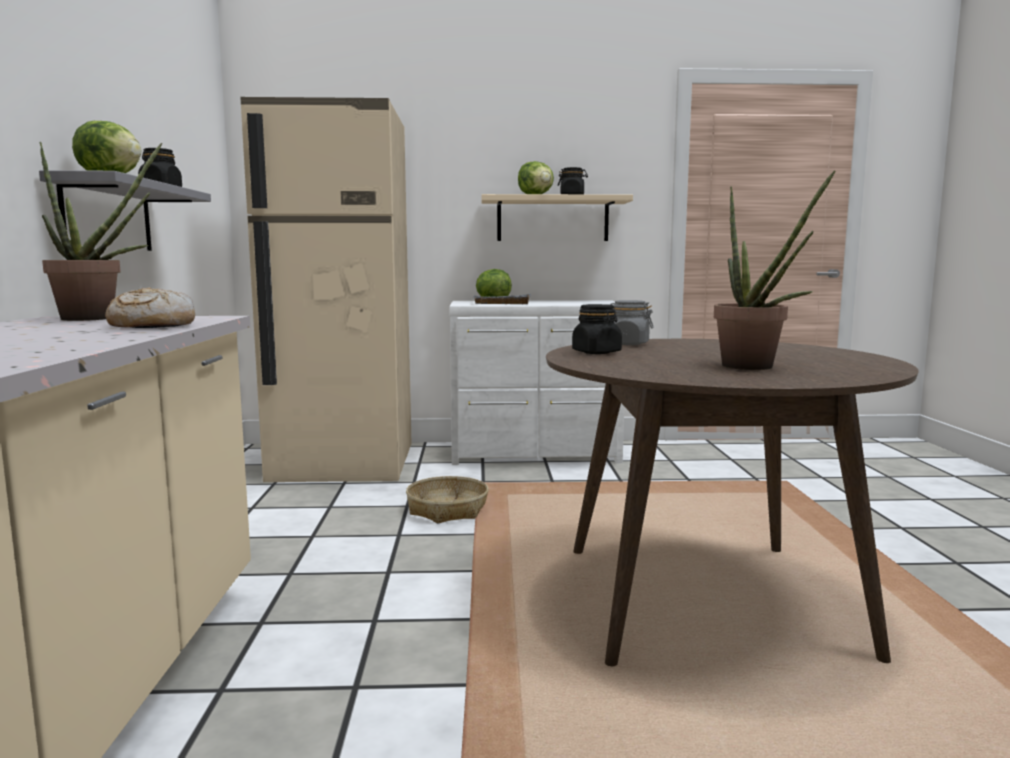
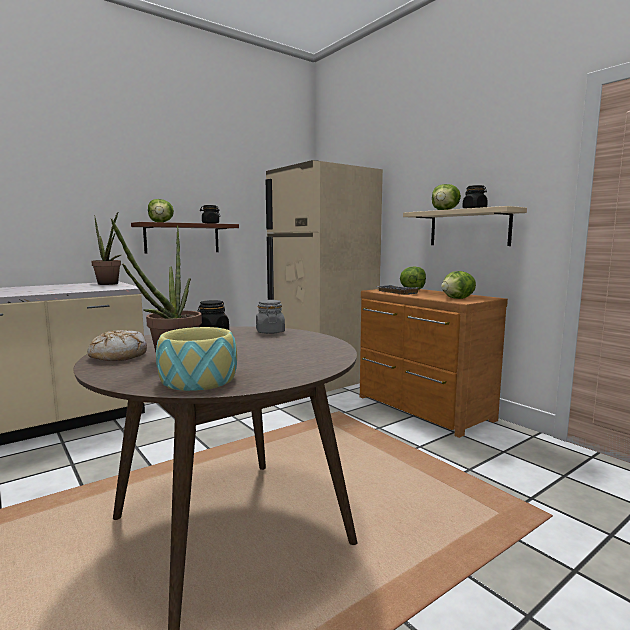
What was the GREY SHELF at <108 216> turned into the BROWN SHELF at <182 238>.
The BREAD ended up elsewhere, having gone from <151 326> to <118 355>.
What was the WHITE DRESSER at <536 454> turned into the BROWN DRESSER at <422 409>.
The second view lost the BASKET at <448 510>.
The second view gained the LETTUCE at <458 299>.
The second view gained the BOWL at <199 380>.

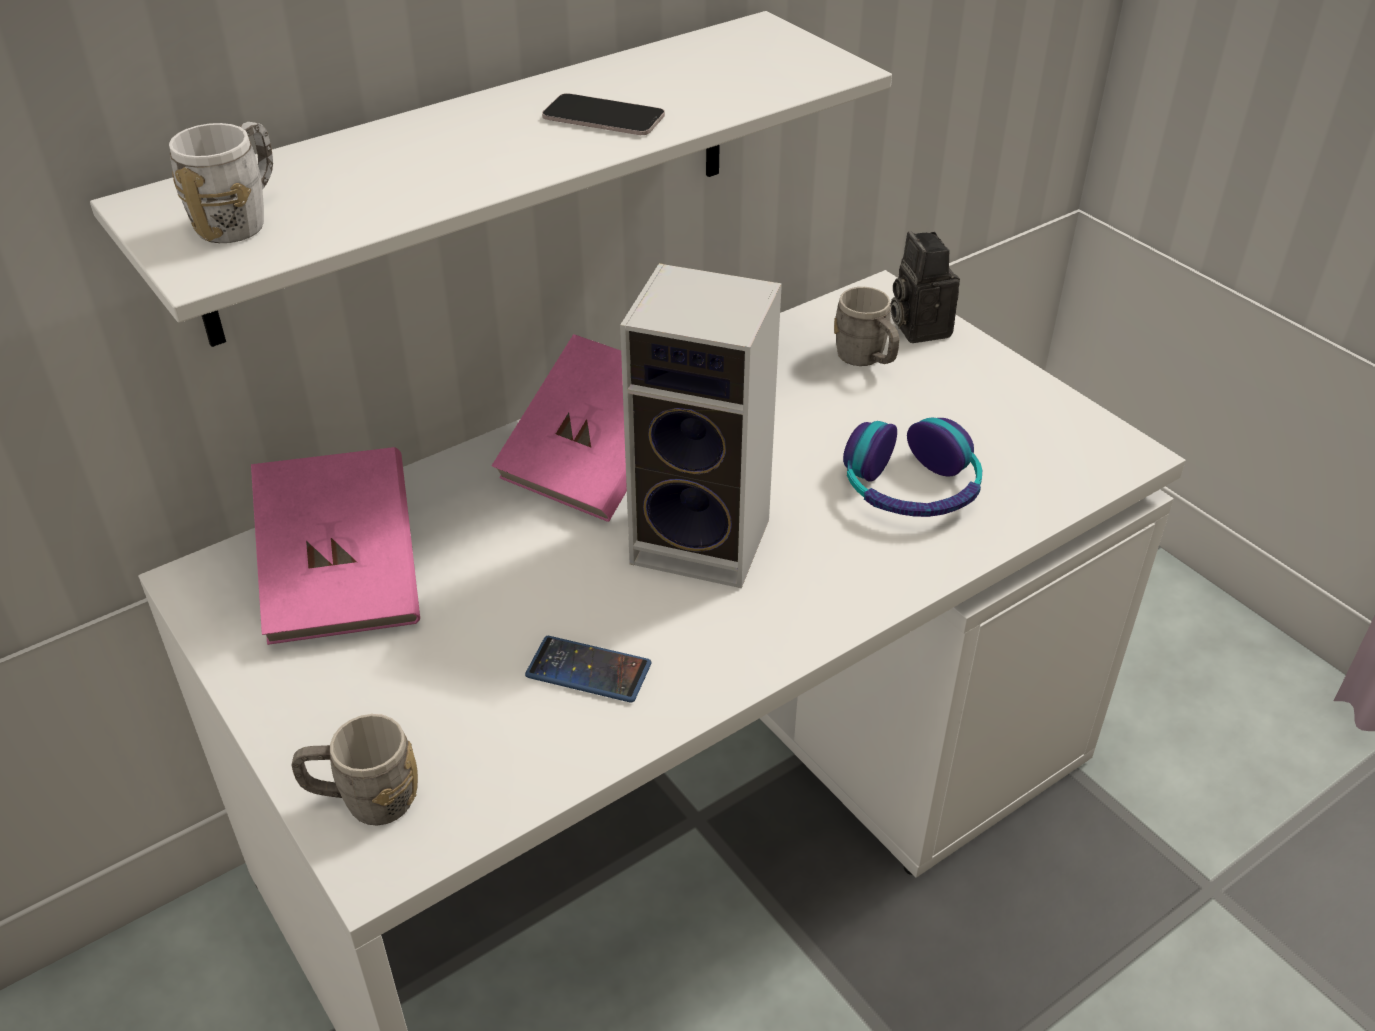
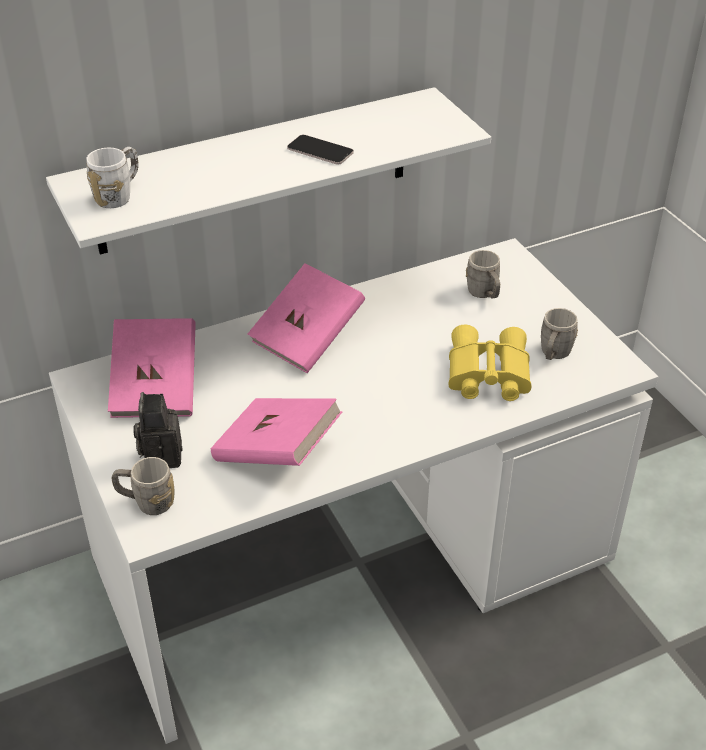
The PHOTO CAMERA ended up elsewhere, having gone from <917 327> to <161 455>.
The second view lost the SPEAKER at <707 540>.
Where the HEADPHONES stood at <911 488>, the YELLOW BINOCULARS came to stand at <486 374>.
Where the PHONE stood at <588 670>, the PINK BOOK came to stand at <277 452>.
The second view gained the GREY MUG at <553 354>.

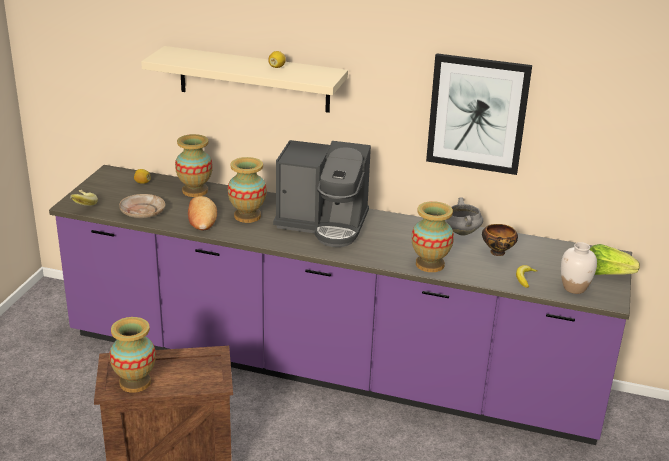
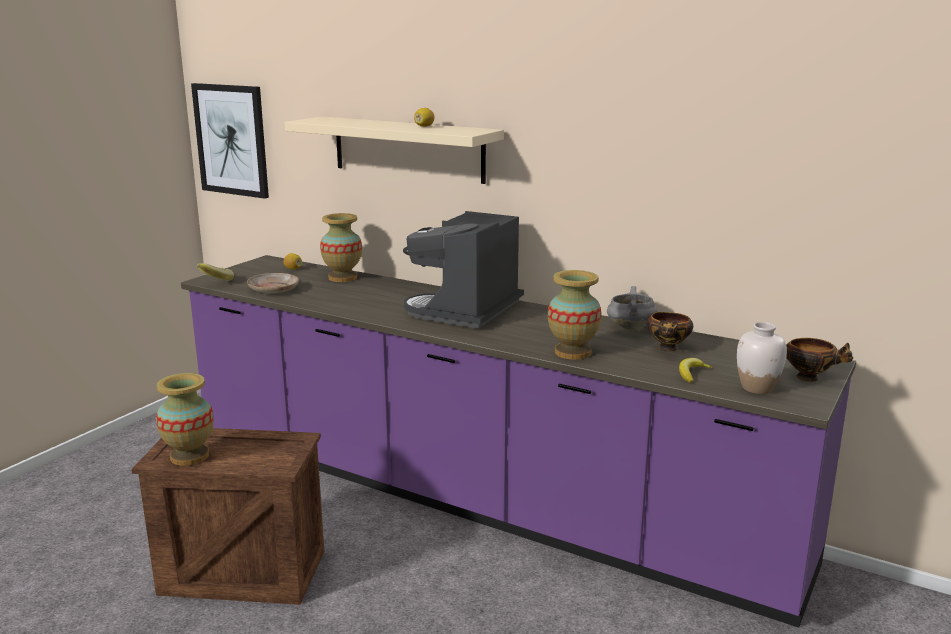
The PICTURE ended up elsewhere, having gone from <477 114> to <231 140>.
The COFFEE MACHINE at <323 224> ended up facing another way, 90 degrees clockwise from before.
The second view lost the VASE at <247 216>.
The second view lost the BREAD at <201 217>.
Where the LETTUCE stood at <606 273>, the BOWL came to stand at <810 378>.

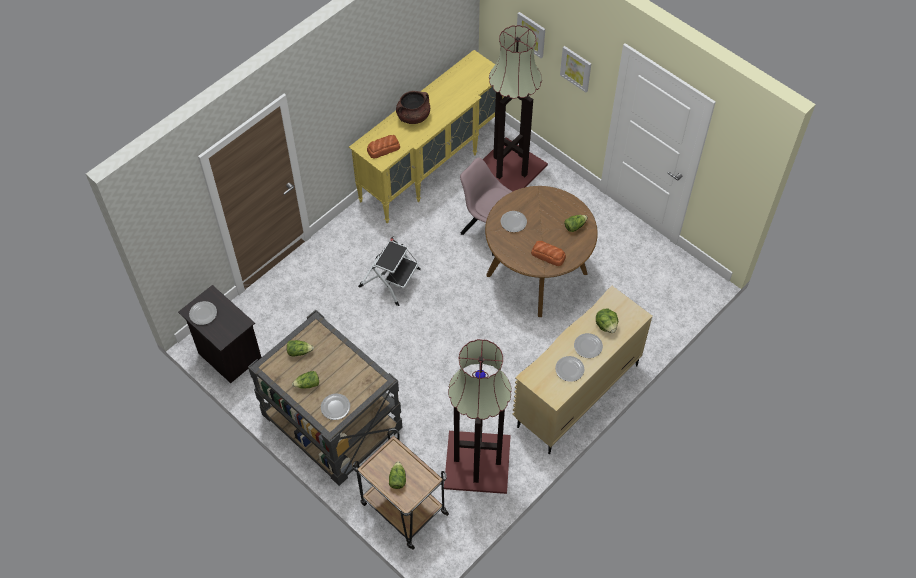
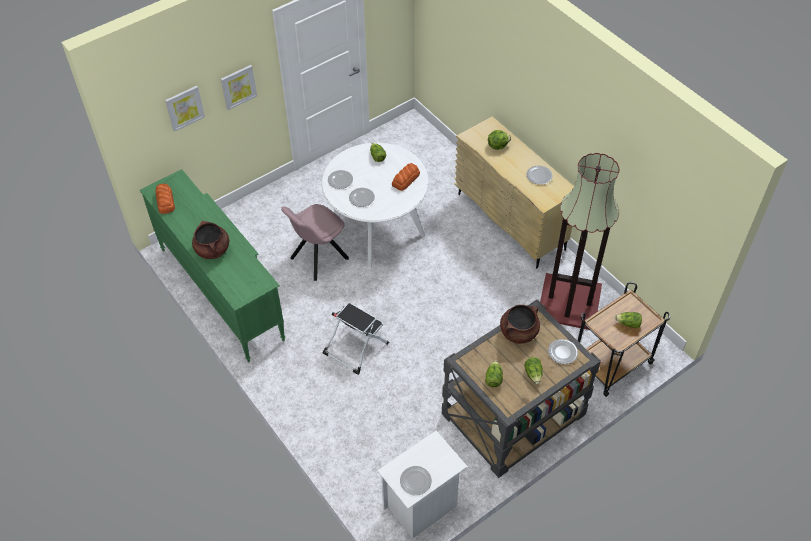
The second view lost the FLOOR LAMP at <511 167>.
What was the YELLOW CABINET at <432 166> turned into the GREEN CABINET at <222 293>.
The BREAD ended up elsewhere, having gone from <383 149> to <165 201>.
What was the BROWN DINING TABLE at <537 274> turned into the WHITE DINING TABLE at <377 230>.
What was the BLACK NIGHTSTAND at <228 356> turned into the WHITE NIGHTSTAND at <421 507>.
The PLATE ended up elsewhere, having gone from <587 346> to <340 180>.
The second view gained the BROWN COOKING POT at <518 332>.

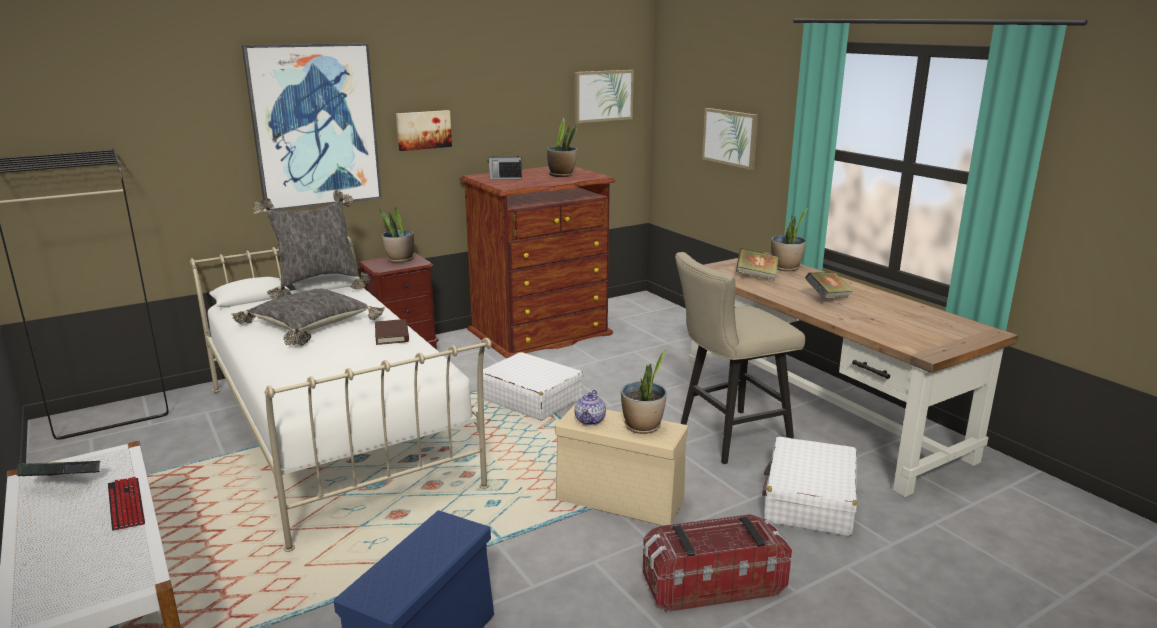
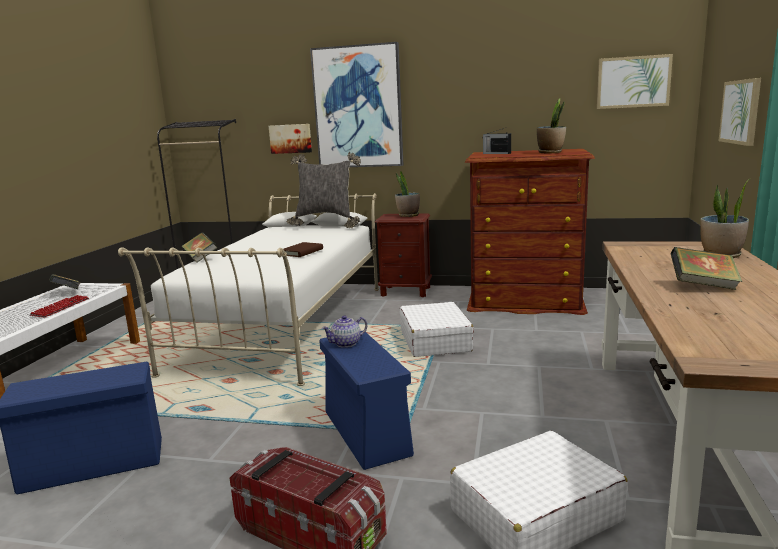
The PICTURE ended up elsewhere, having gone from <423 130> to <290 138>.
The BOOK ended up elsewhere, having gone from <756 276> to <200 258>.
The second view lost the BEIGE STOOL at <727 438>.
The second view lost the PILLOW at <310 323>.
The second view lost the POTTED PLANT at <643 426>.
What was the BEIGE STORAGE BOX at <621 500> turned into the BLUE STORAGE BOX at <367 433>.

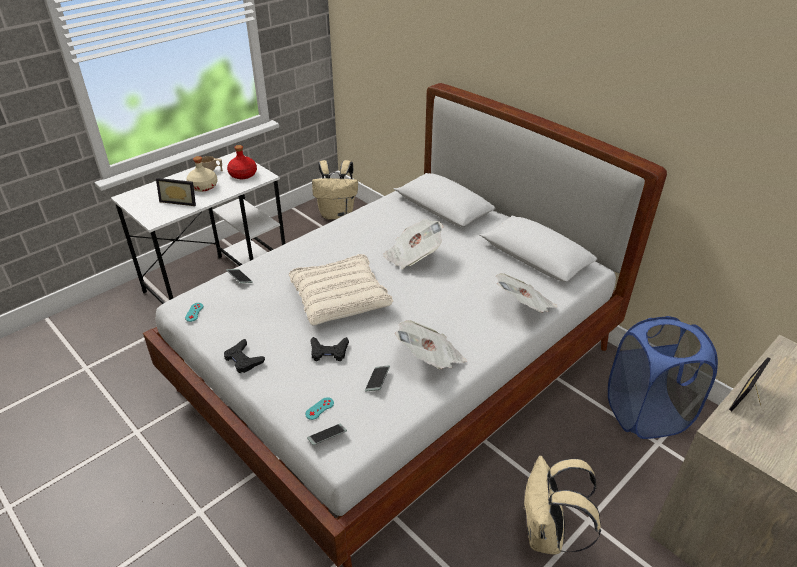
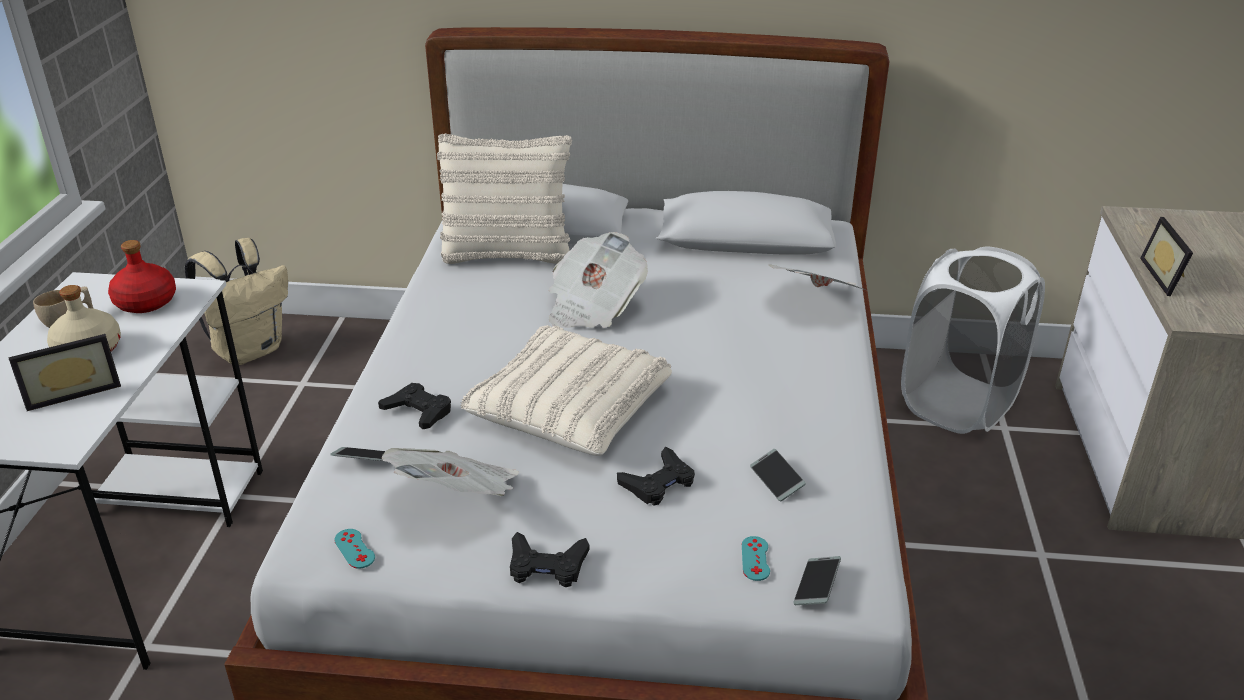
What was the BLUE LAUNDRY BASKET at <645 414> turned into the WHITE LAUNDRY BASKET at <958 404>.
The NEWSPAPER ended up elsewhere, having gone from <430 359> to <458 497>.
The second view lost the BEIGE BACKPACK at <547 535>.
The second view gained the BEIGE PILLOW at <508 255>.
The second view gained the BLACK GAME CONTROLLER at <418 411>.

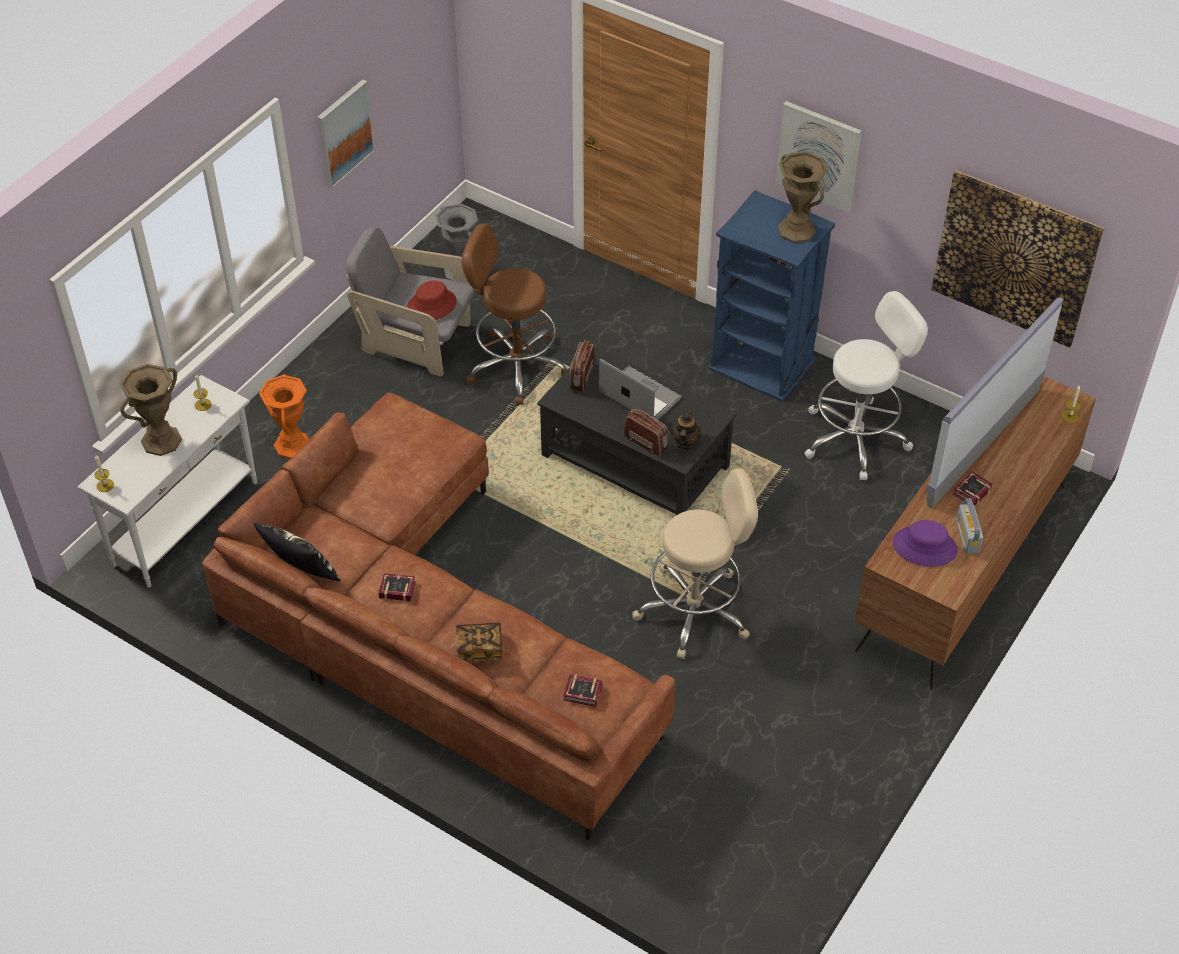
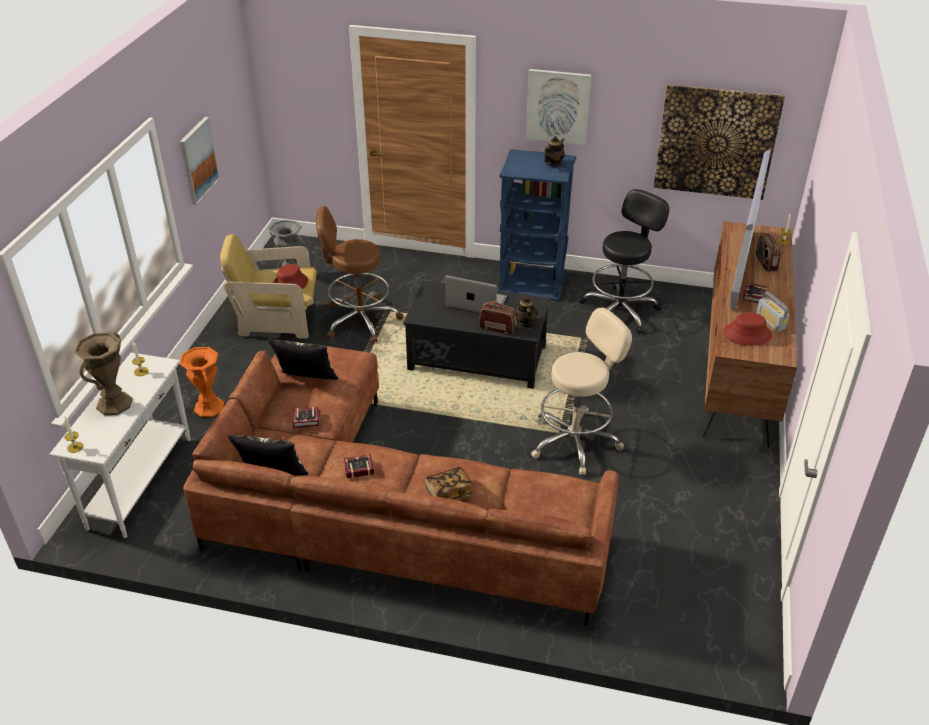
Where the BROWN VASE stood at <796 230>, the TEAPOT came to stand at <553 163>.
What was the GREY ARMCHAIR at <416 341> turned into the YELLOW ARMCHAIR at <278 321>.
What was the WHITE STOOL at <856 438> turned into the BLACK STOOL at <620 310>.
The RADIO ended up elsewhere, having gone from <582 377> to <765 263>.
What was the PURPLE HAT at <924 546> turned into the RED HAT at <747 334>.
The BOOK ended up elsewhere, having gone from <584 694> to <307 420>.
The second view gained the PILLOW at <306 381>.

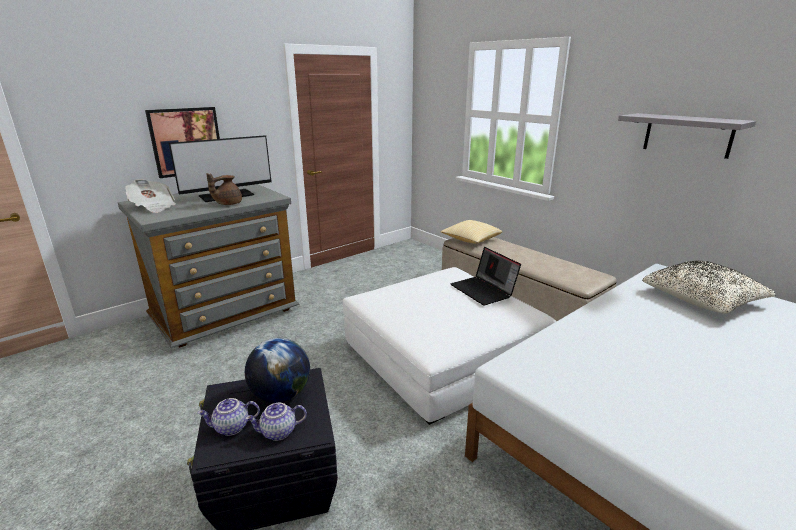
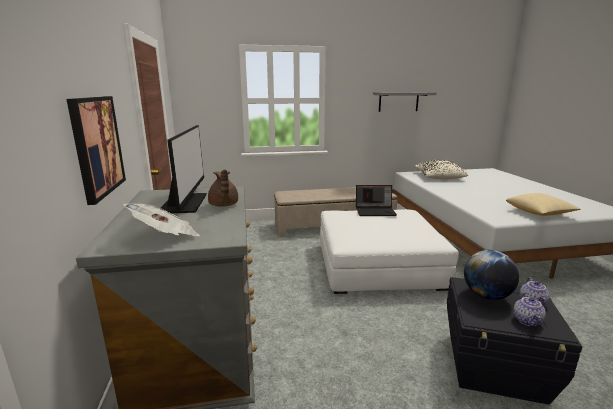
The PILLOW ended up elsewhere, having gone from <470 240> to <539 213>.

